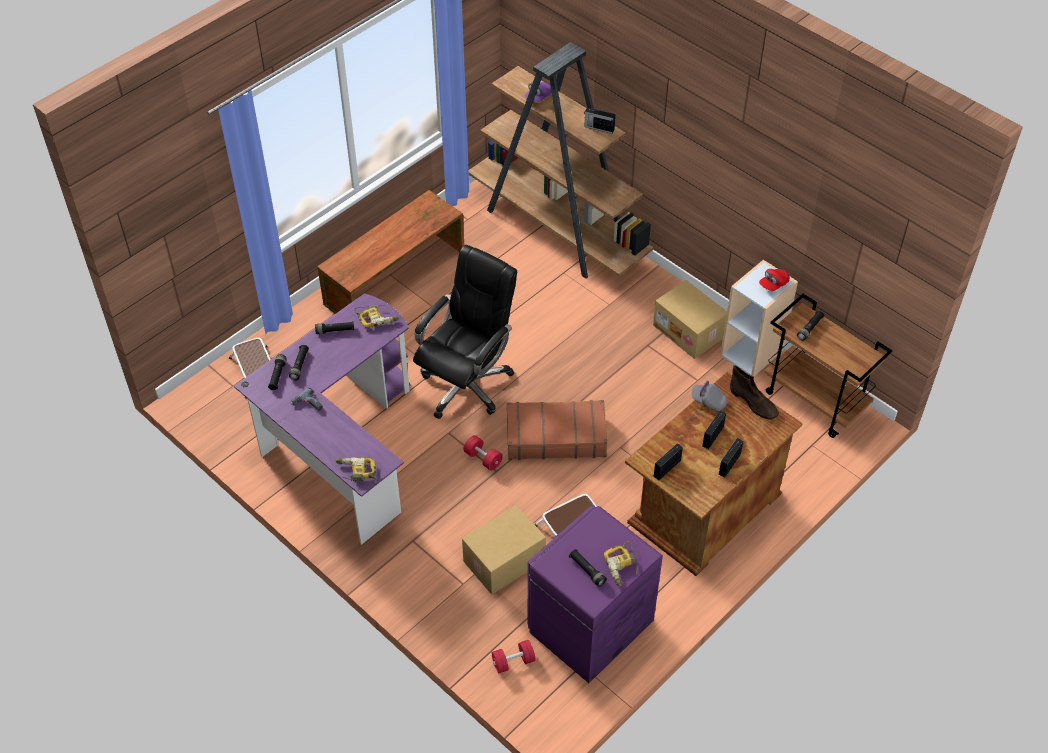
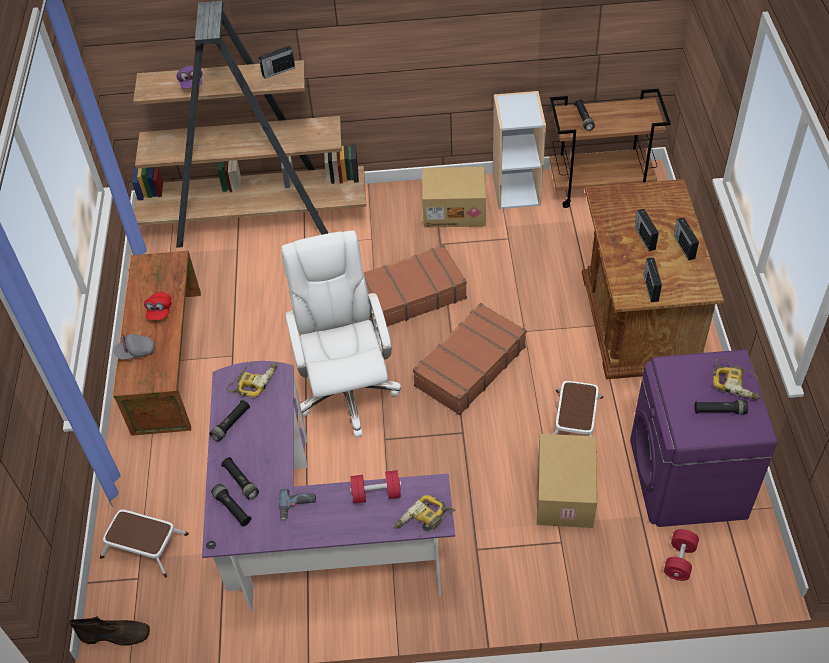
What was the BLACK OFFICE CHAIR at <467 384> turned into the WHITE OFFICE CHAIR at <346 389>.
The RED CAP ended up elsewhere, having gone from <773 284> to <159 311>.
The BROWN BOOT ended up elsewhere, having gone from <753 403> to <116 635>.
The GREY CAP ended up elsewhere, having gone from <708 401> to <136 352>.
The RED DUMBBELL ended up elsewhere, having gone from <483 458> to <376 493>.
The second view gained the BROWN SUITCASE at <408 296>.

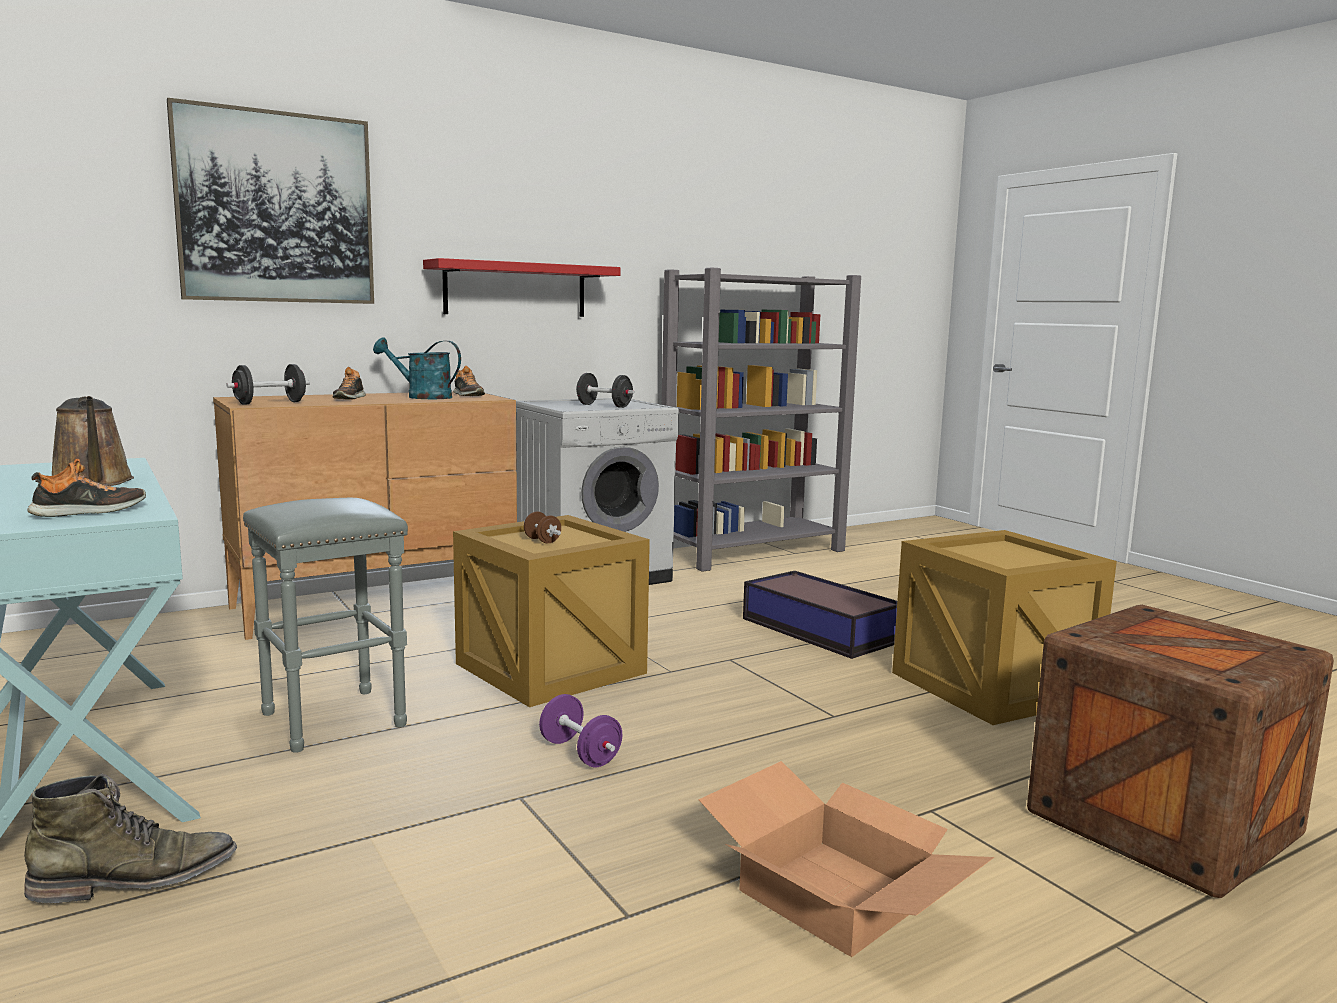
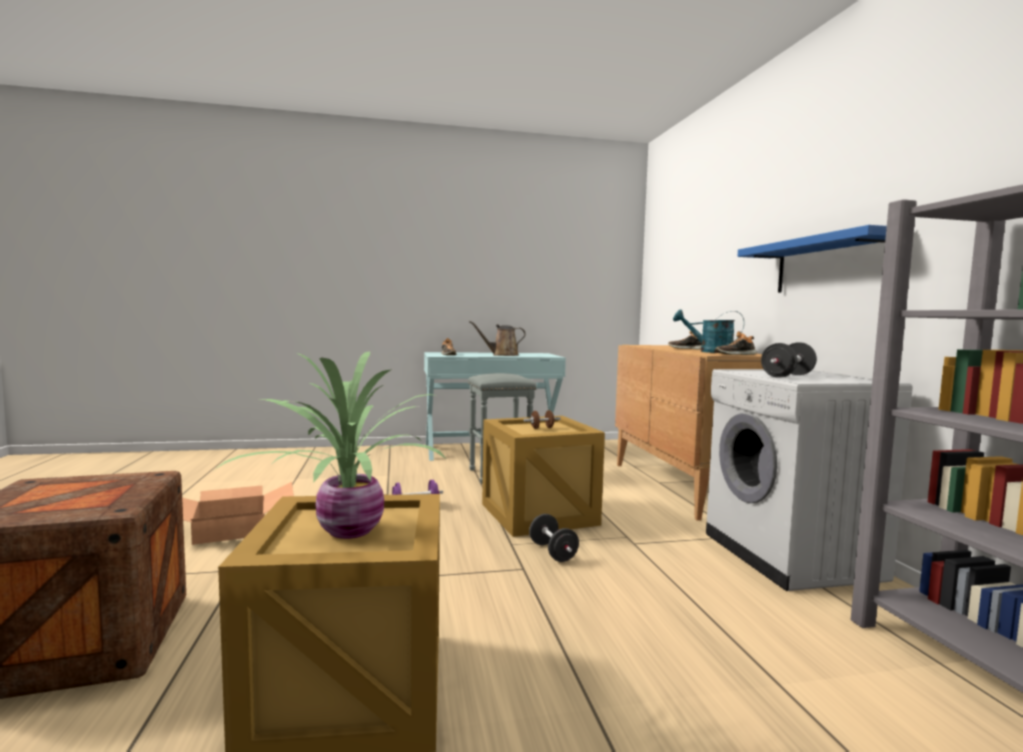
The second view lost the PICTURE at <276 208>.
What was the RED SHELF at <515 290> turned into the BLUE SHELF at <829 265>.
The TURQUOISE WATERING CAN at <422 397> ended up facing another way, 105 degrees counterclockwise from before.
The BLACK DUMBBELL ended up elsewhere, having gone from <270 403> to <552 552>.
The second view lost the STORAGE BOX at <818 629>.
The second view lost the GREEN BOOT at <136 879>.
The second view gained the POTTED PLANT at <346 531>.

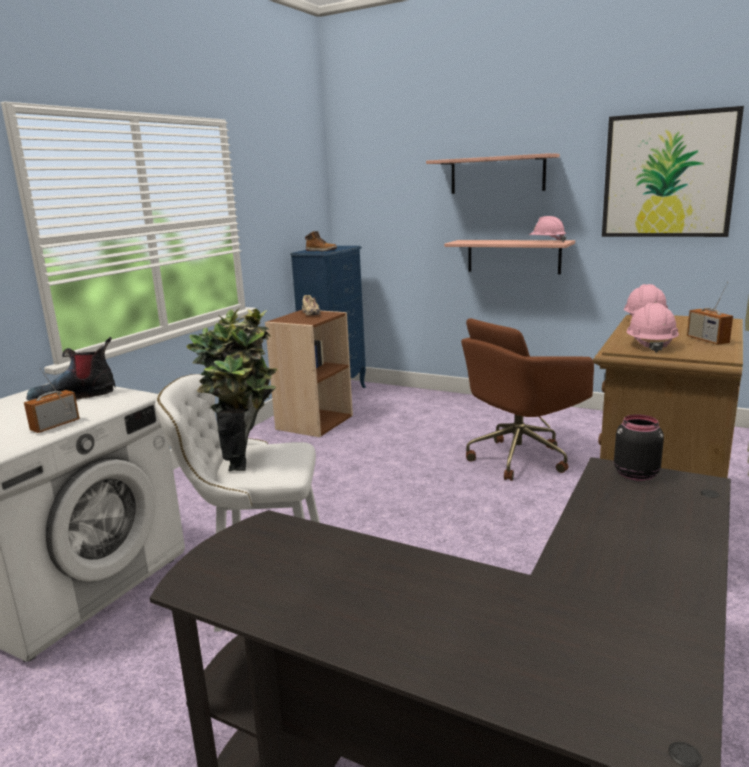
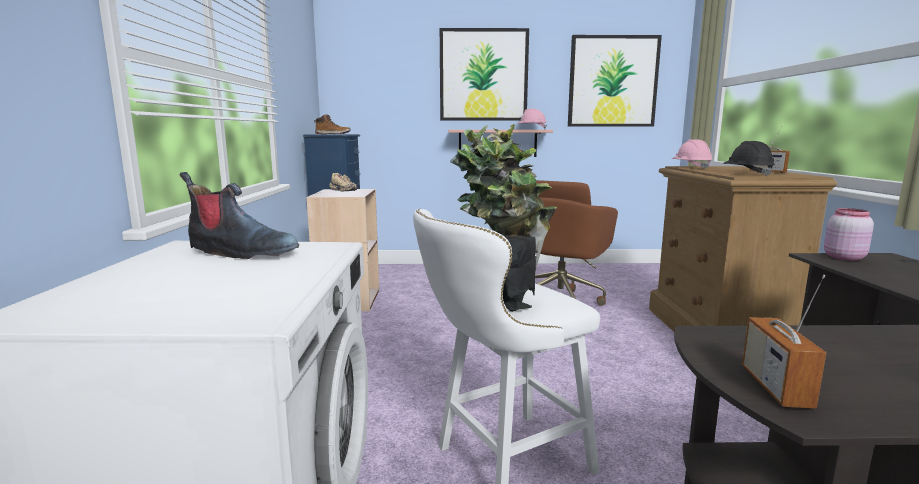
Where the SHELF hung at <497 174>, the PICTURE came to hang at <483 75>.
What was the PINK HARD HAT at <650 345> turned into the BLACK HARD HAT at <747 174>.
The BOOT at <75 396> ended up facing another way, 120 degrees counterclockwise from before.
The RADIO ended up elsewhere, having gone from <55 425> to <775 387>.
What was the BLACK JAR at <635 474> turned into the PINK JAR at <842 257>.

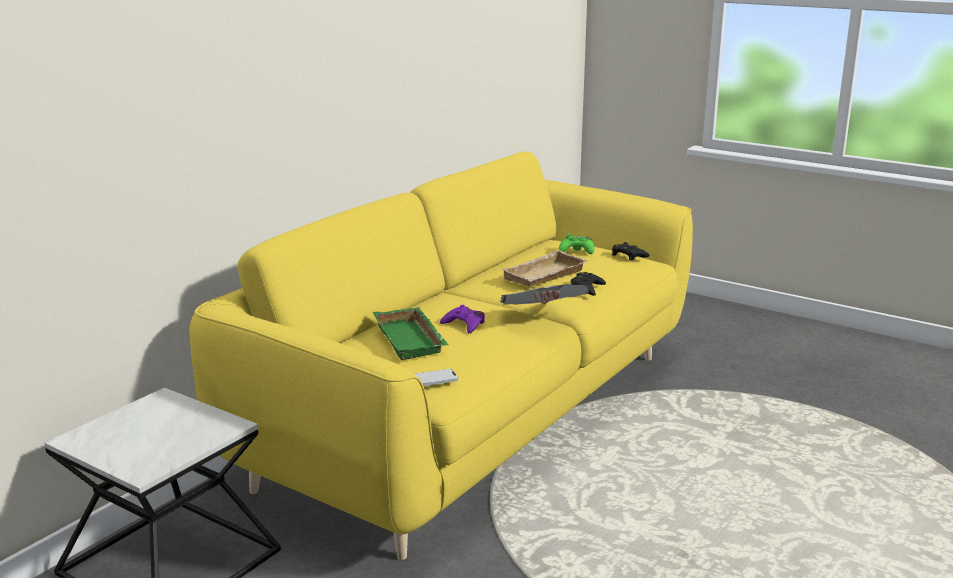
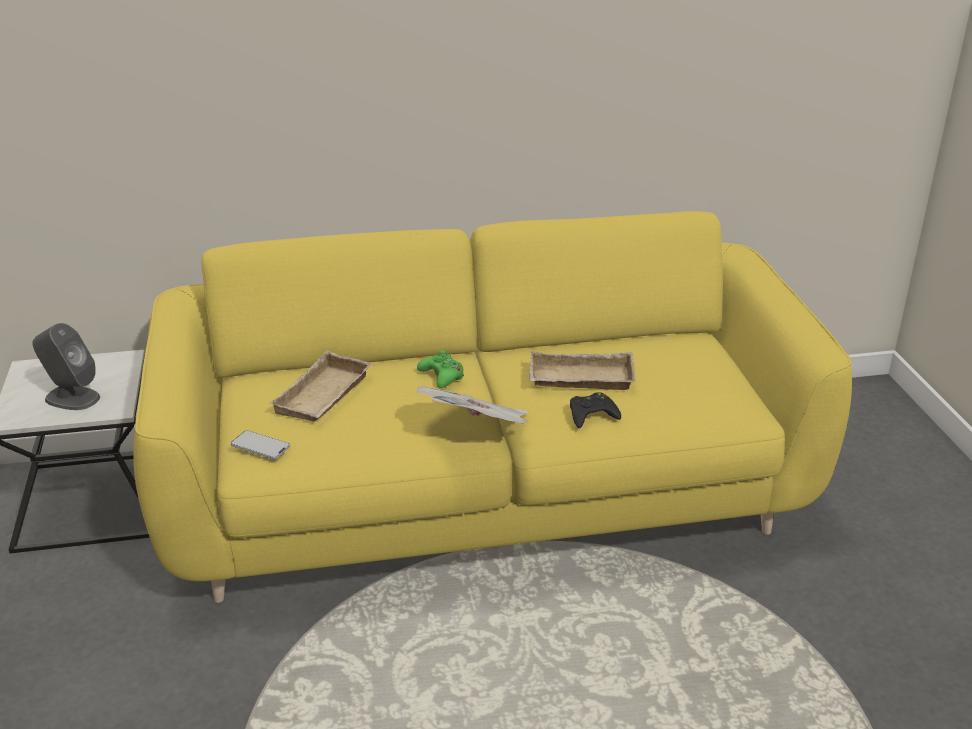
The GREEN GAME CONTROLLER ended up elsewhere, having gone from <577 251> to <442 376>.
The second view lost the BLACK GAME CONTROLLER at <628 256>.
The second view lost the PURPLE GAME CONTROLLER at <464 324>.
What was the GREEN TRAY at <412 340> turned into the BEIGE TRAY at <325 396>.
The second view gained the GREY SPEAKER at <71 398>.

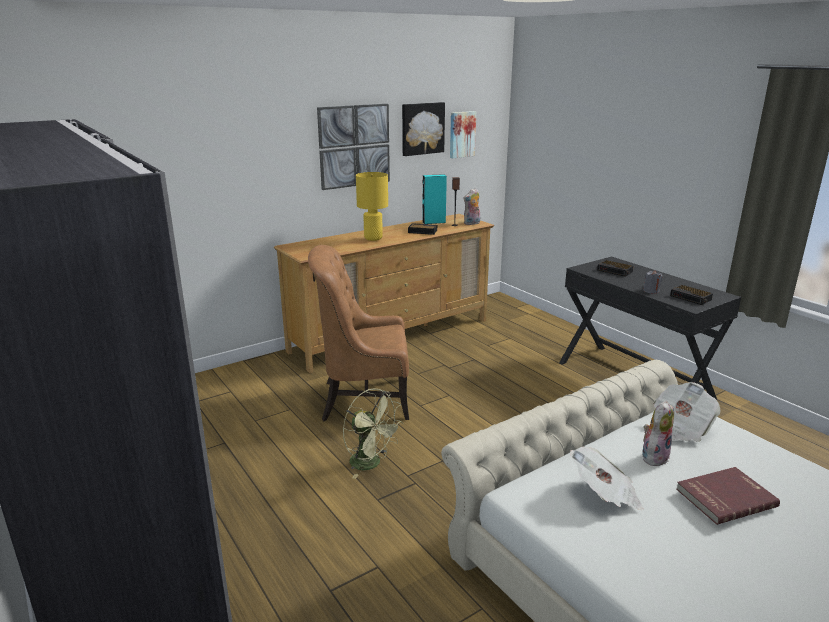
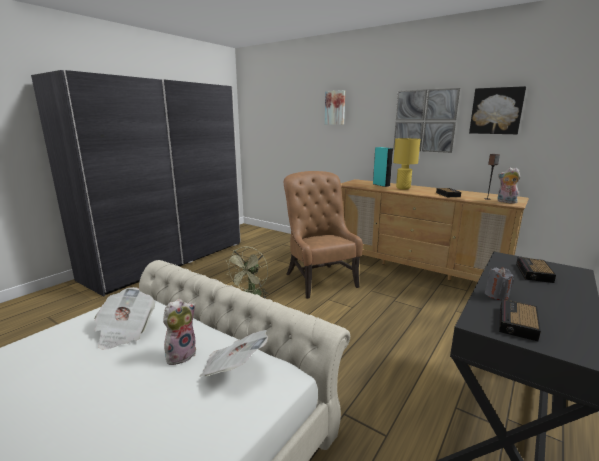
The PICTURE ended up elsewhere, having gone from <461 134> to <335 107>.
The TURQUOISE SPEAKER ended up elsewhere, having gone from <434 222> to <381 185>.
The PLUSH TOY at <654 456> ended up facing another way, 75 degrees counterclockwise from before.
The second view lost the RED BOOK at <724 497>.

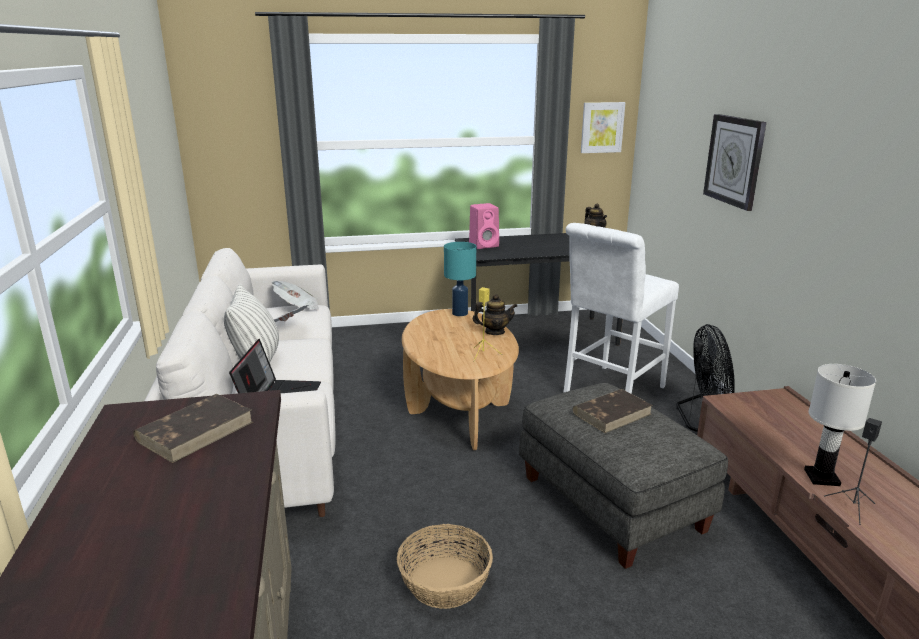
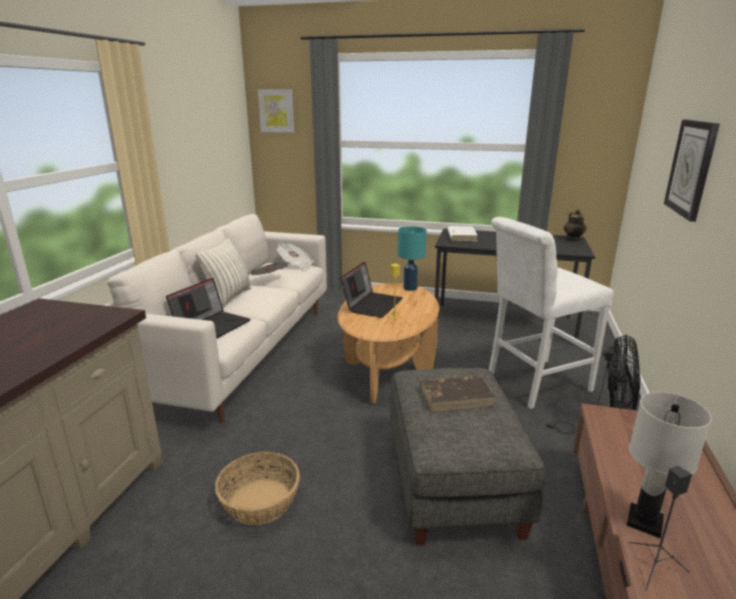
The PICTURE ended up elsewhere, having gone from <602 127> to <276 111>.
Where the PINK SPEAKER stood at <484 245>, the WHITE BOOK came to stand at <461 236>.
The second view lost the TEAPOT at <494 332>.
The second view lost the BROWN BOOK at <196 430>.
The second view gained the LAPTOP at <372 304>.

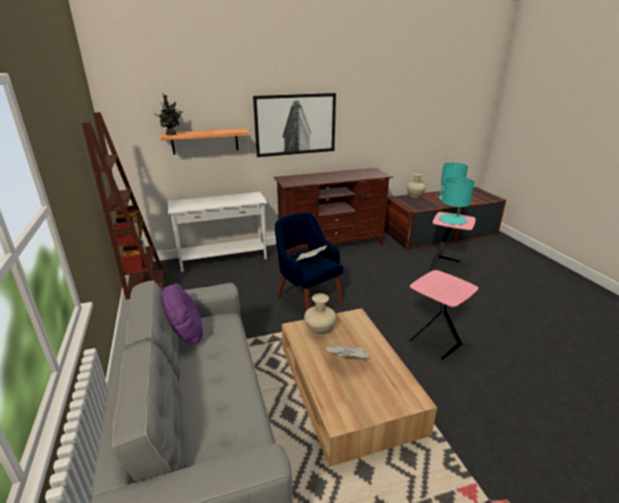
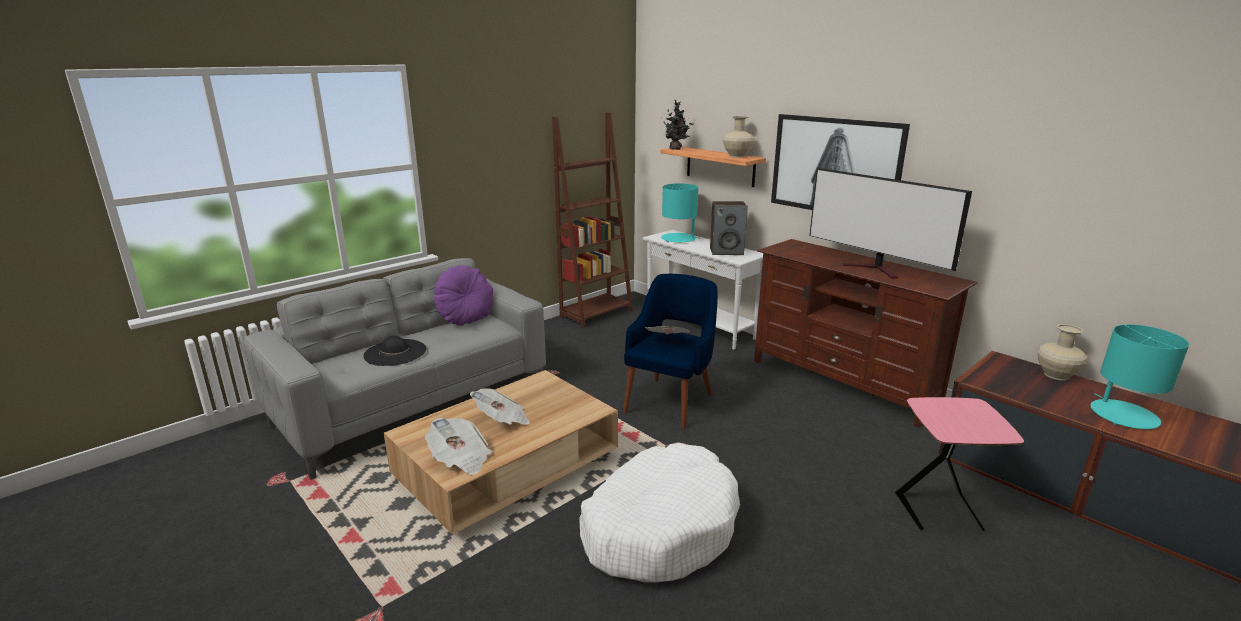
The TURQUOISE TABLE LAMP ended up elsewhere, having gone from <452 220> to <678 239>.
Where the PINK SIDE TABLE stood at <434 343>, the WHITE DOG BED came to stand at <660 527>.
The BEIGE VASE ended up elsewhere, having gone from <320 330> to <737 156>.
The second view gained the TELEVISION at <875 269>.
The second view gained the SPEAKER at <726 251>.
The second view gained the BLACK HAT at <395 352>.
The second view gained the NEWSPAPER at <460 459>.

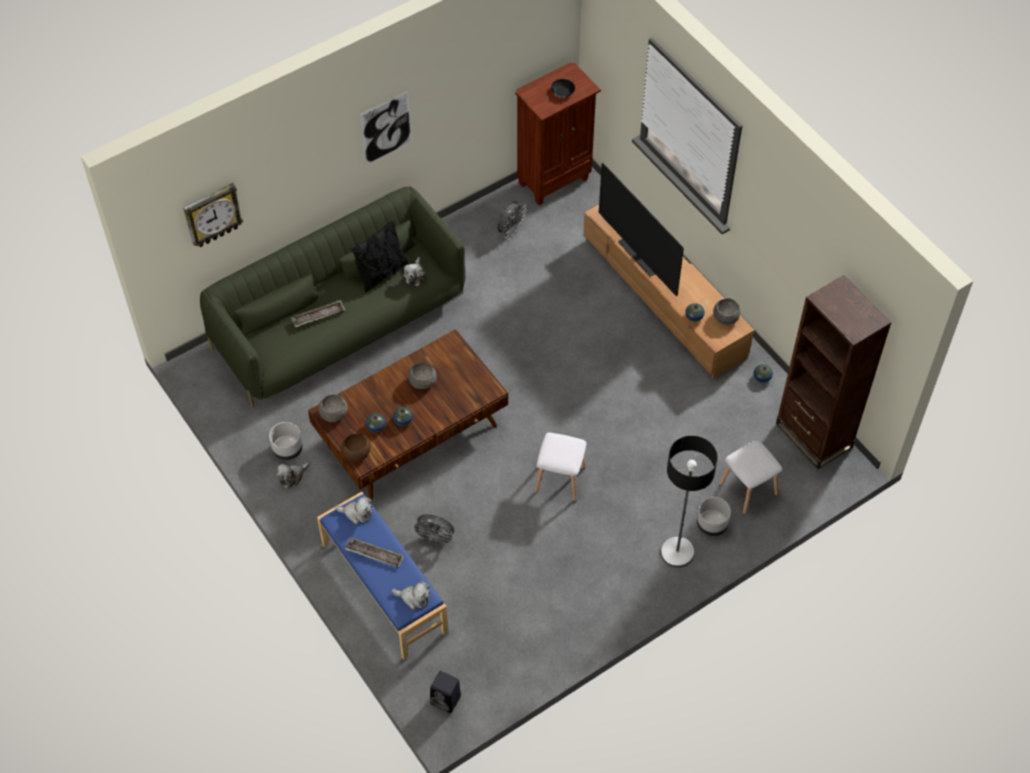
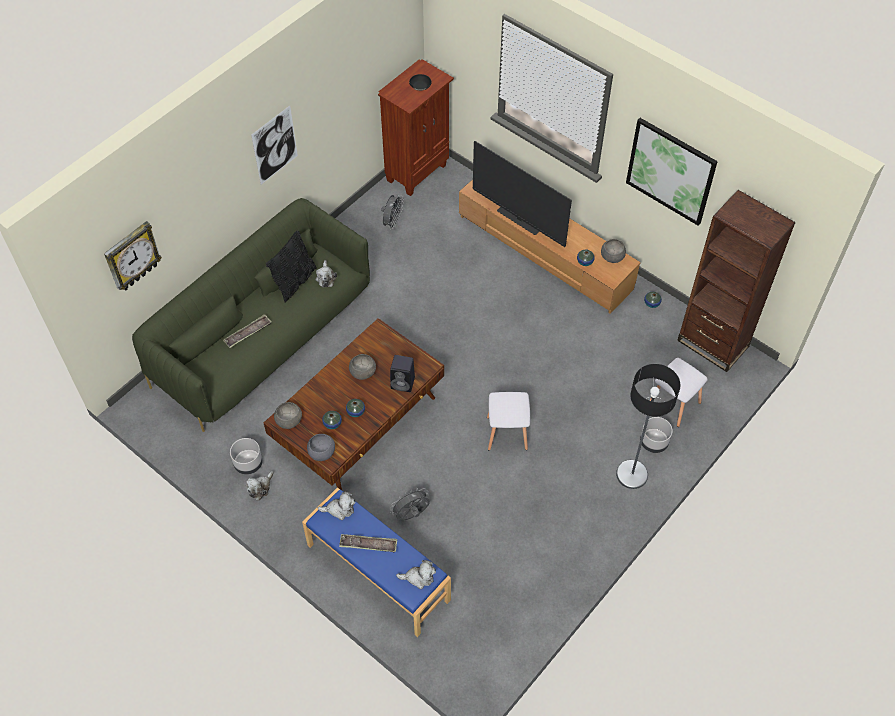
What was the BROWN BOWL at <356 452> turned into the GREY BOWL at <321 452>.
The GREY FAN at <435 539> ended up facing another way, 150 degrees clockwise from before.
The BLACK SPEAKER ended up elsewhere, having gone from <446 700> to <403 383>.
The second view gained the PICTURE at <670 171>.

